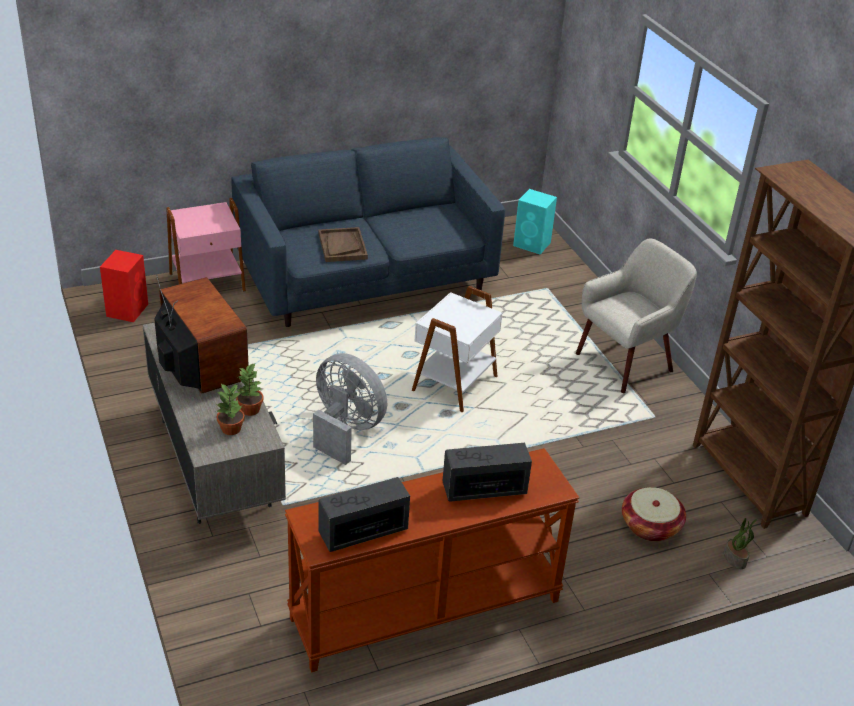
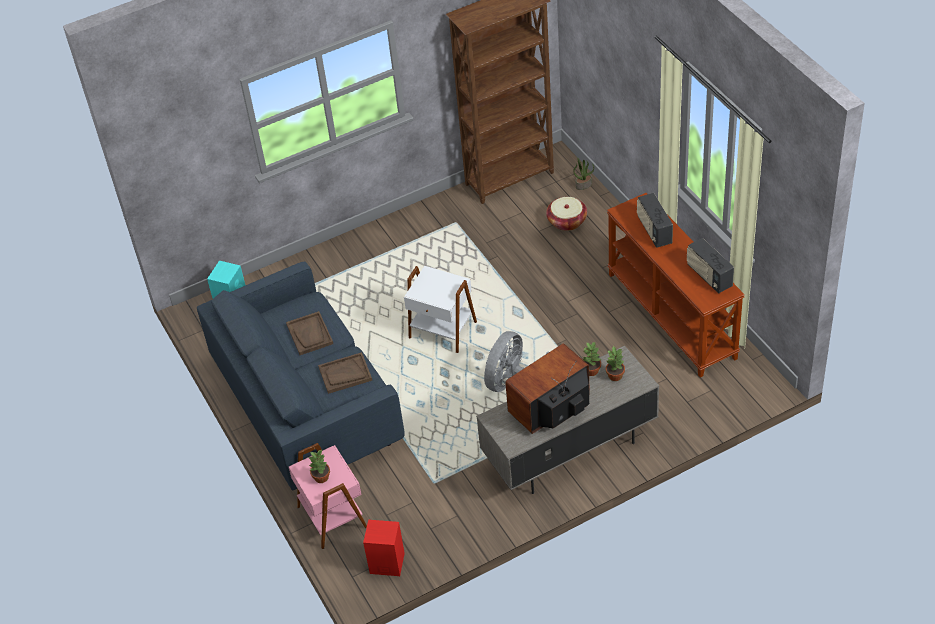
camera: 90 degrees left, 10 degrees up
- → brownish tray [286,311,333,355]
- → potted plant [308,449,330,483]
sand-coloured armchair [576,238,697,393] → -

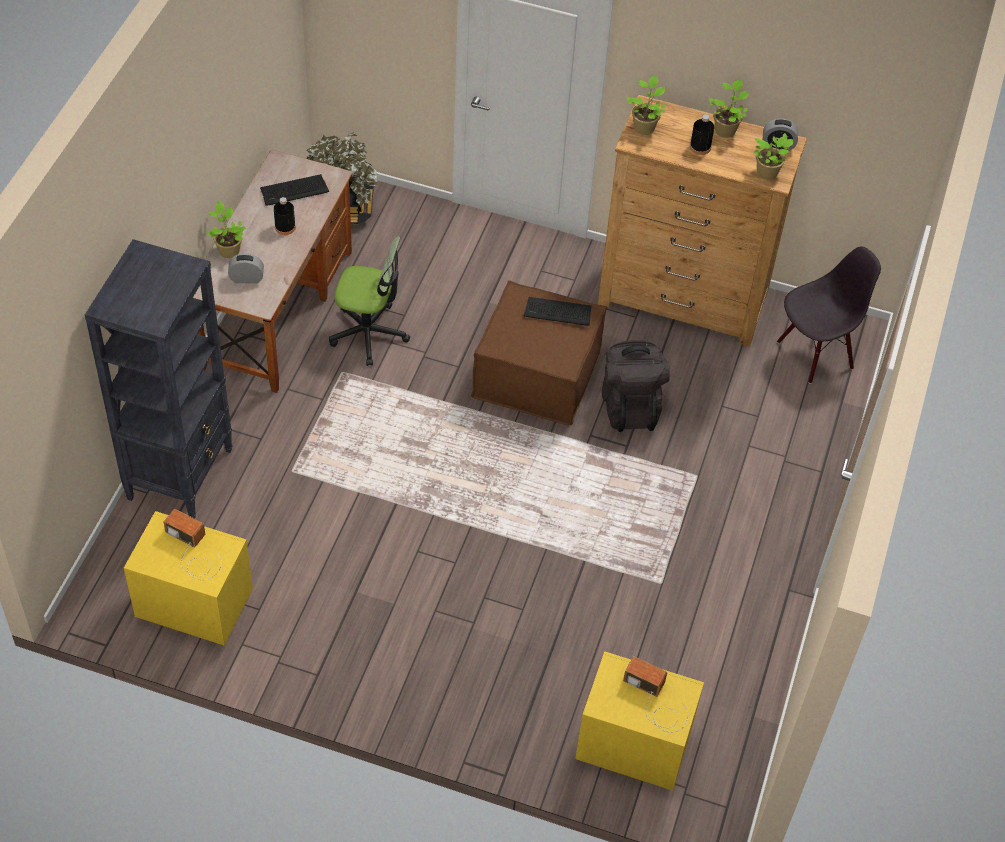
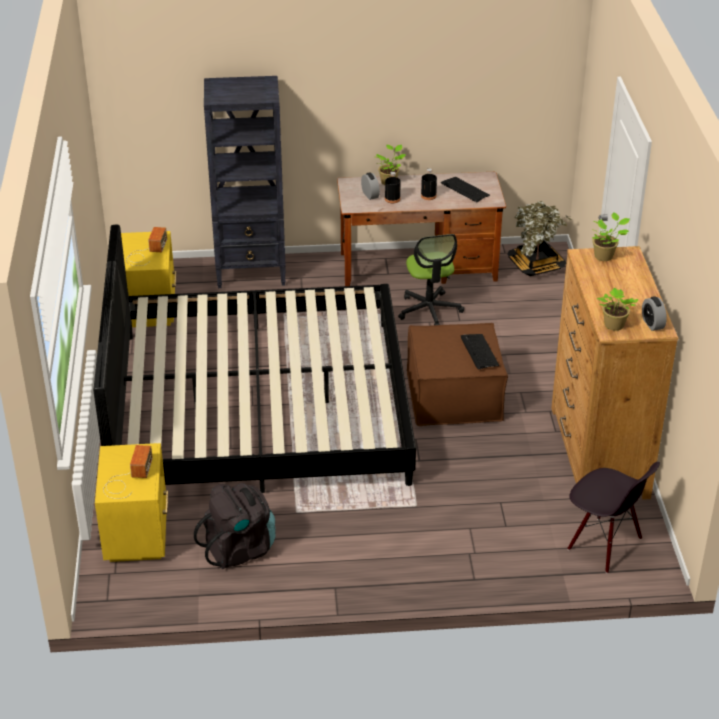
camera: 70 degrees right, 15 degrees down
- → bed [93,225,416,493]
black-coloured rucksack [602,340,670,432] → black-coloured rucksack [194,483,276,569], relocated
black-coloured beverage bottle [690,115,714,155] → black-coloured beverage bottle [385,172,401,203], relocated
potted plant [709,79,749,138] → -

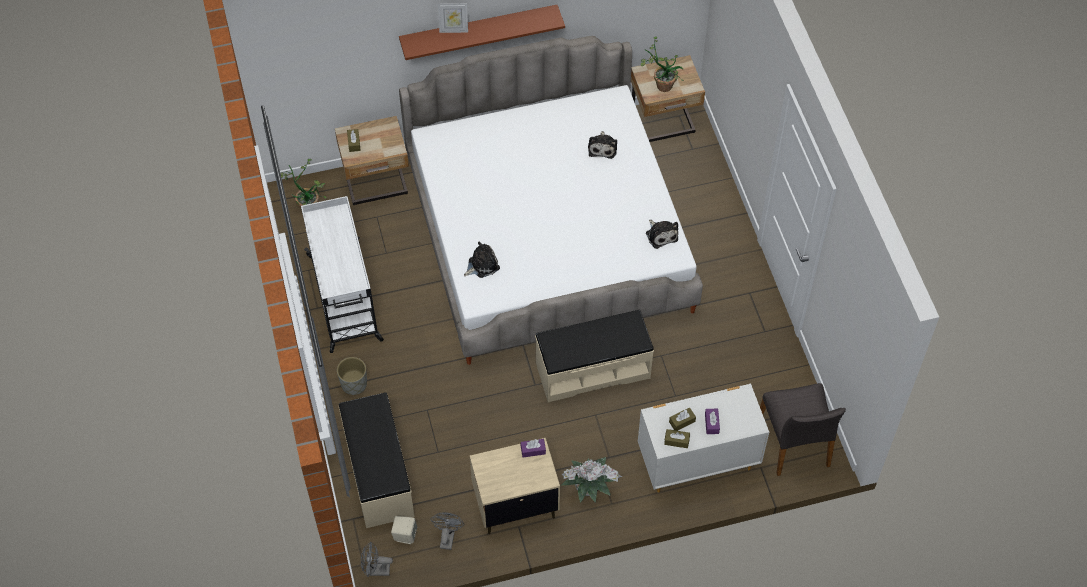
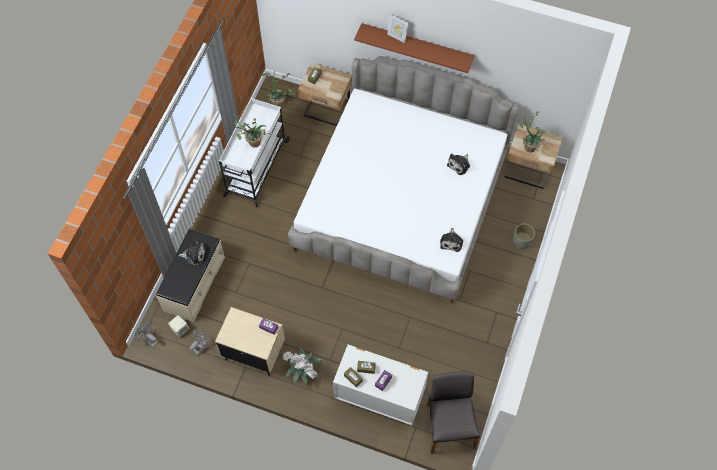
camera: 35 degrees right, 5 degrees up
cuddly toy [464,242,500,278] → cuddly toy [178,239,206,265], relocated
- → potted plant [233,114,270,148]
grey chair [760,383,846,476] → grey chair [426,371,480,454], 150 degrees clockwise
grey plant pot [337,357,367,395] → grey plant pot [513,224,535,250], relocated
sand-coloured indoor bench [535,310,654,402] → -

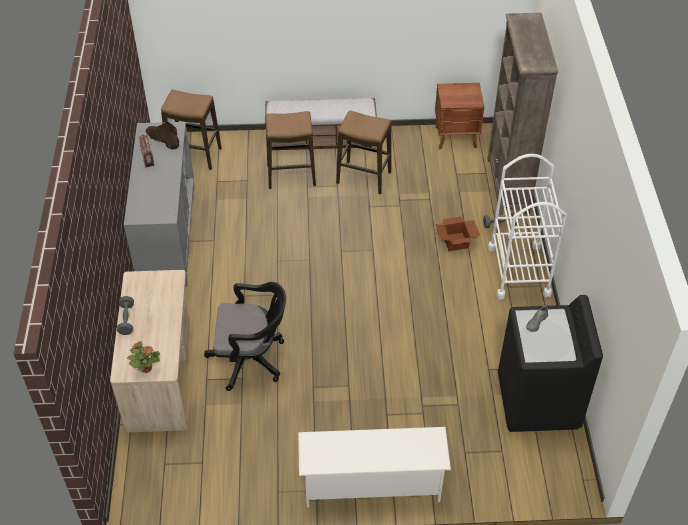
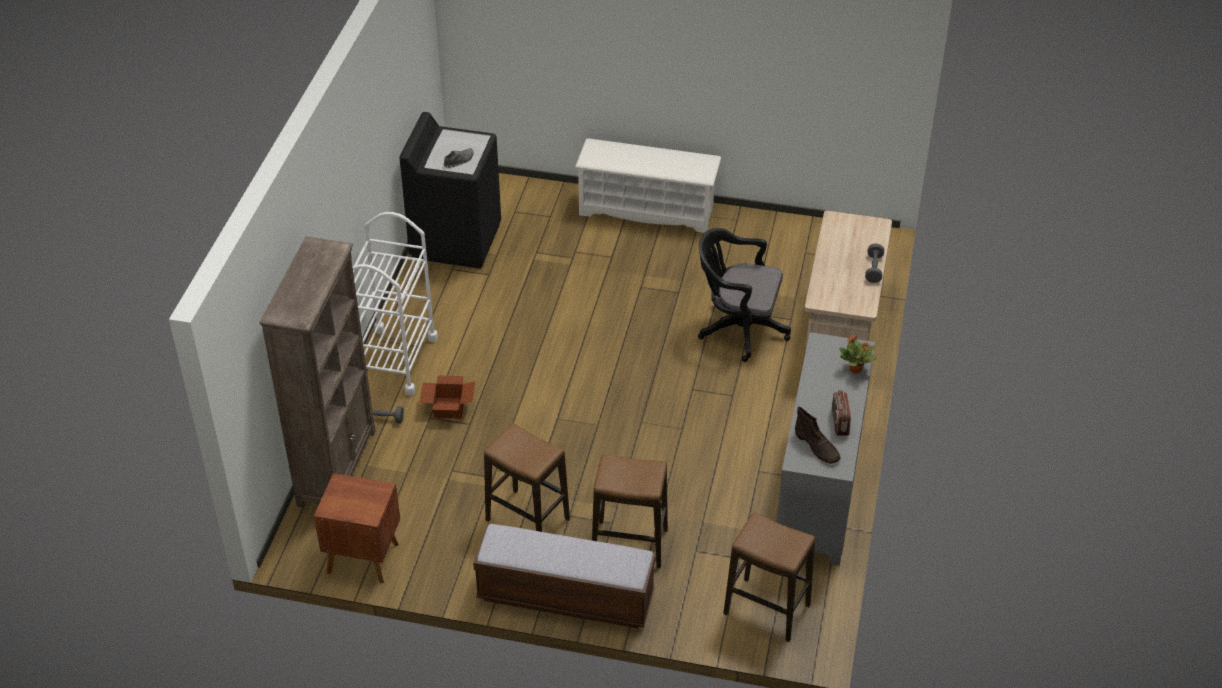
camera: 165 degrees left, 5 degrees down
potted plant [127,341,160,373] → potted plant [839,336,877,374], relocated

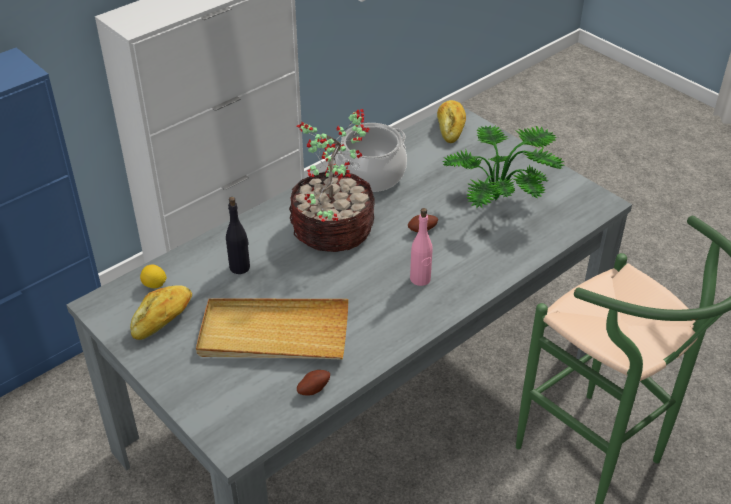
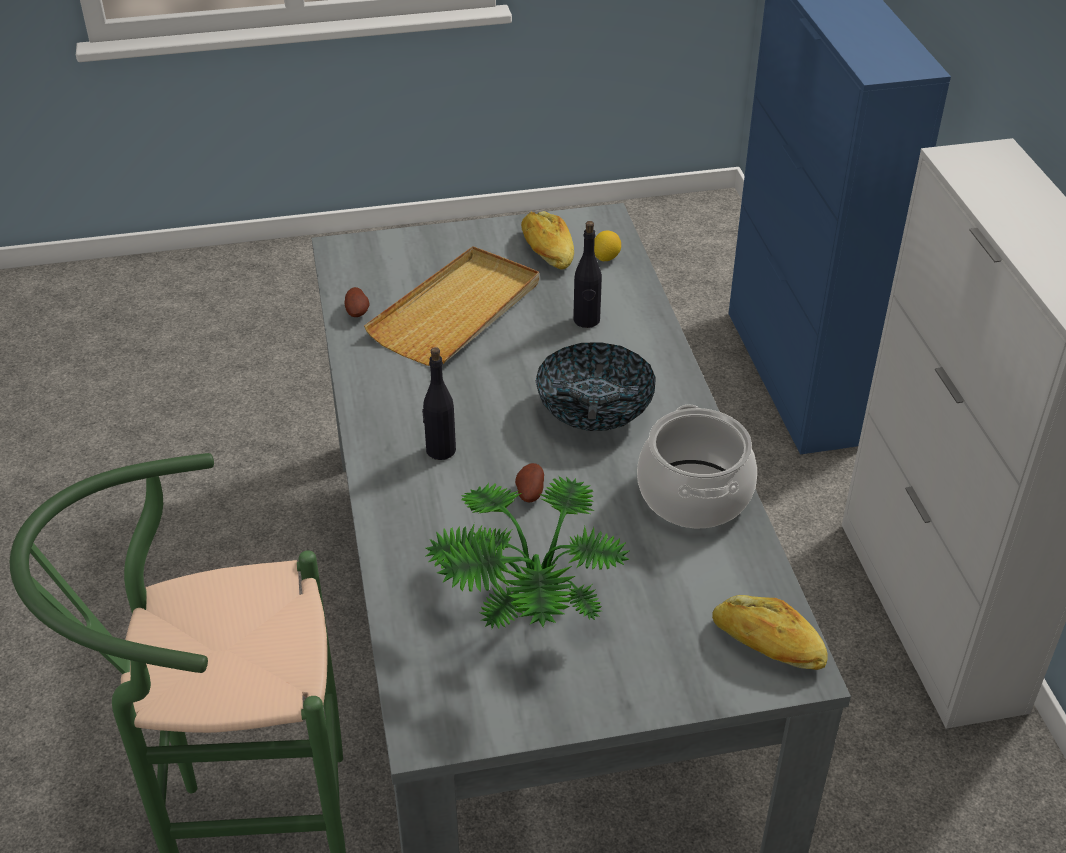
camera: 120 degrees right, 0 degrees up
pink beverage bottle [410,208,433,286] → black-coloured beverage bottle [422,347,456,460]
potted plant [289,109,374,252] → bowl [536,342,656,431]

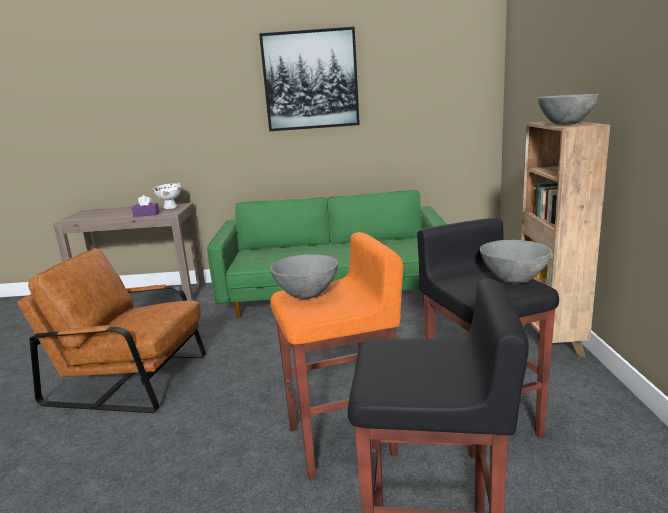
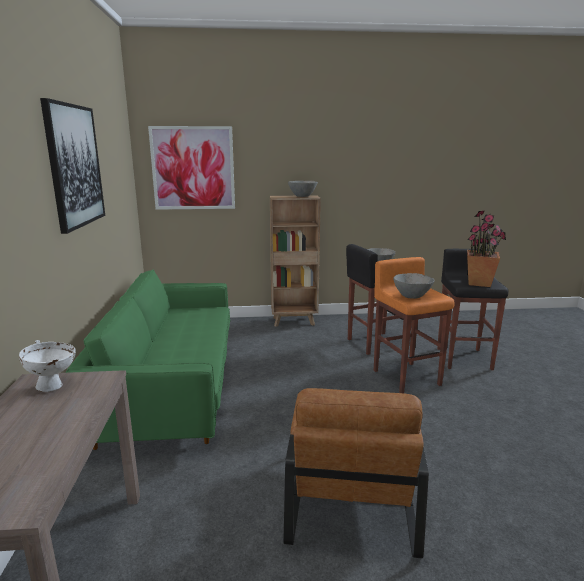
camera: 95 degrees left, 0 degrees up
- → wall picture [148,126,235,210]
- → potted plant [467,210,506,287]
purple tissue holder [132,195,159,217] → -

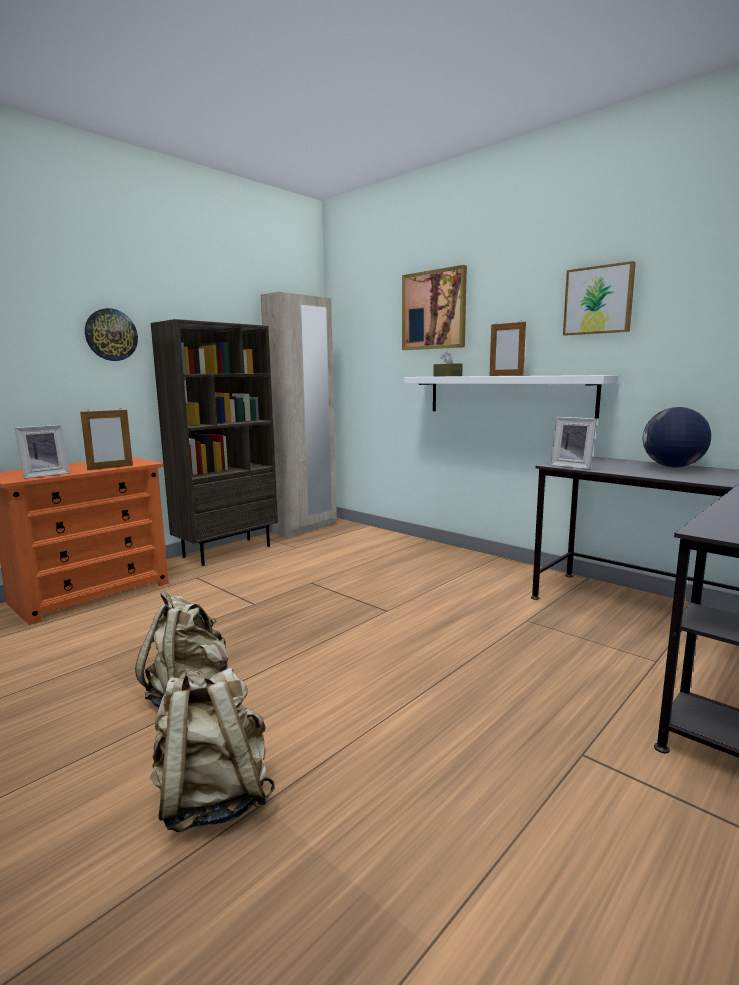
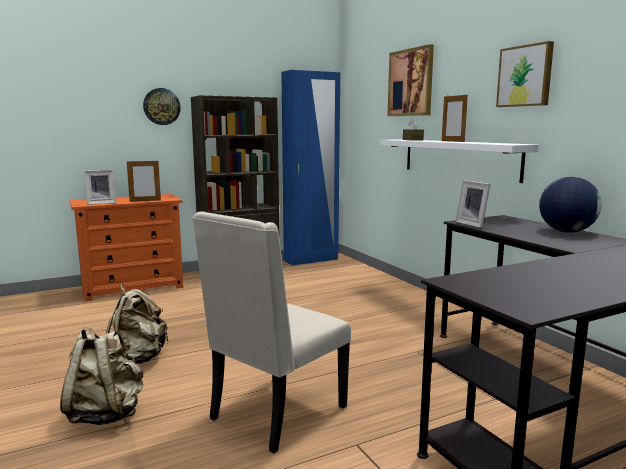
camera: 20 degrees right, 0 degrees up
- → sand-coloured chair [193,211,351,453]
sand-coloured wardrobe [261,292,337,537] → blue-coloured wardrobe [281,70,340,266]

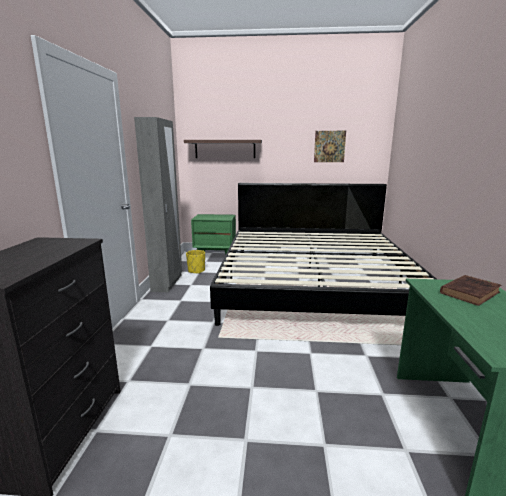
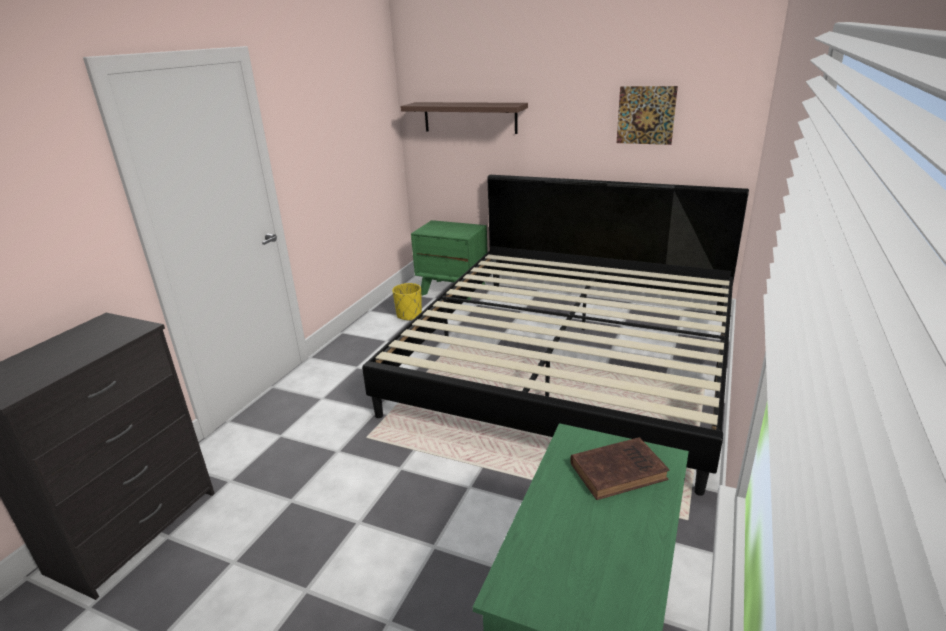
camera: 20 degrees right, 10 degrees up
grey wardrobe [134,117,182,292] → -

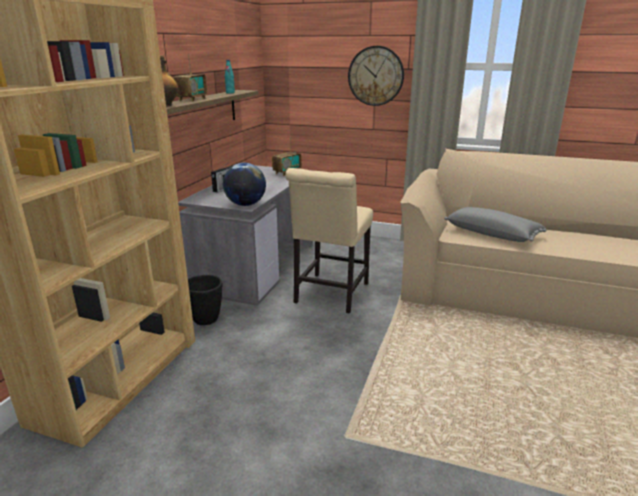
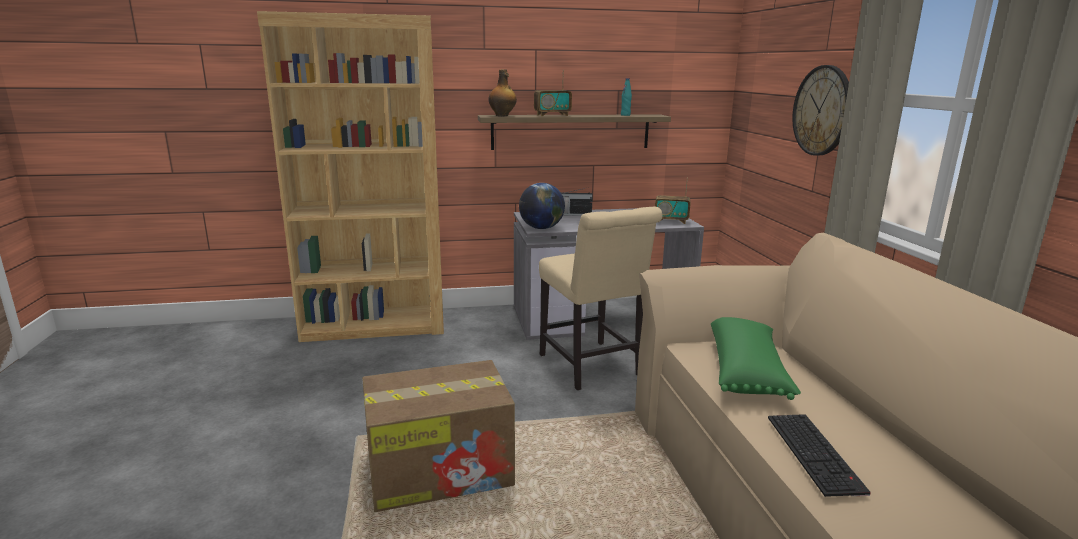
camera: 60 degrees right, 5 degrees down
- → packing box [362,360,515,512]
sand-coloured chair [285,168,373,314] → sand-coloured chair [539,207,662,390], 105 degrees counterclockwise
grey pillow [444,207,547,242] → greenish pillow [711,317,801,400]
- → computer keyboard [768,414,871,497]
black-coloured plant pot [188,275,222,325] → -

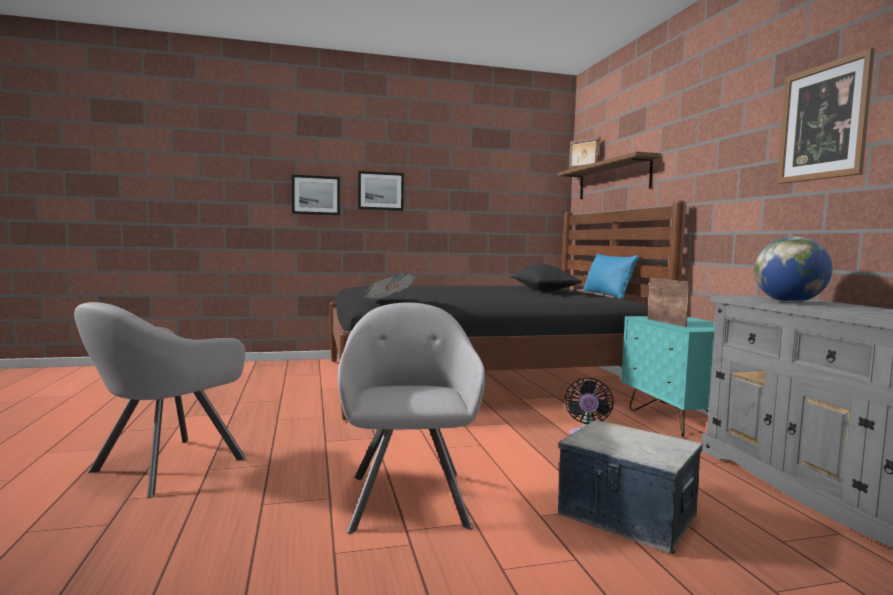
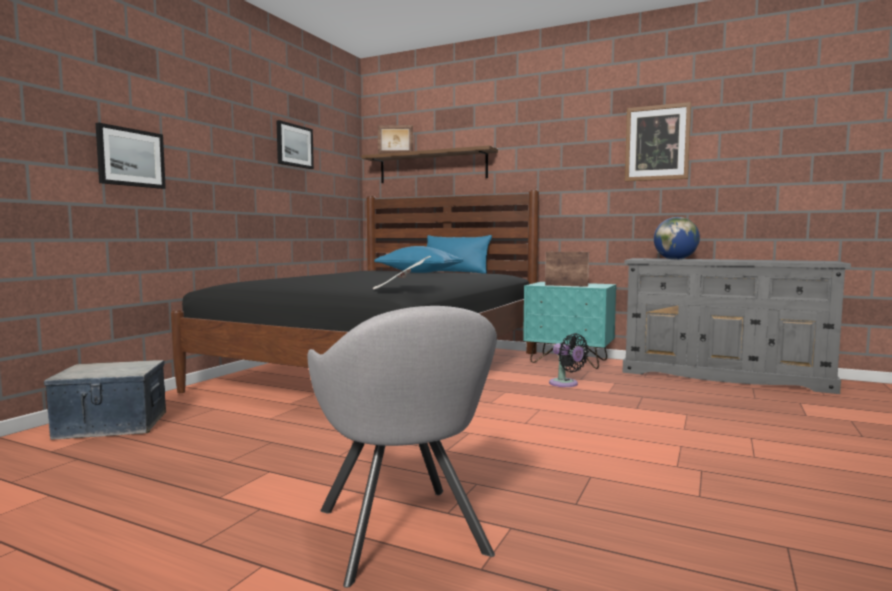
camera: 50 degrees left, 0 degrees up
storage box [558,420,703,554] → storage box [44,360,166,440], relocated
wall picture [358,171,404,211] → wall picture [277,120,314,169], relocated
black-coloured pillow [511,264,582,292] → blue-coloured pillow [374,246,464,273]
grey armchair [338,303,485,534] → -

